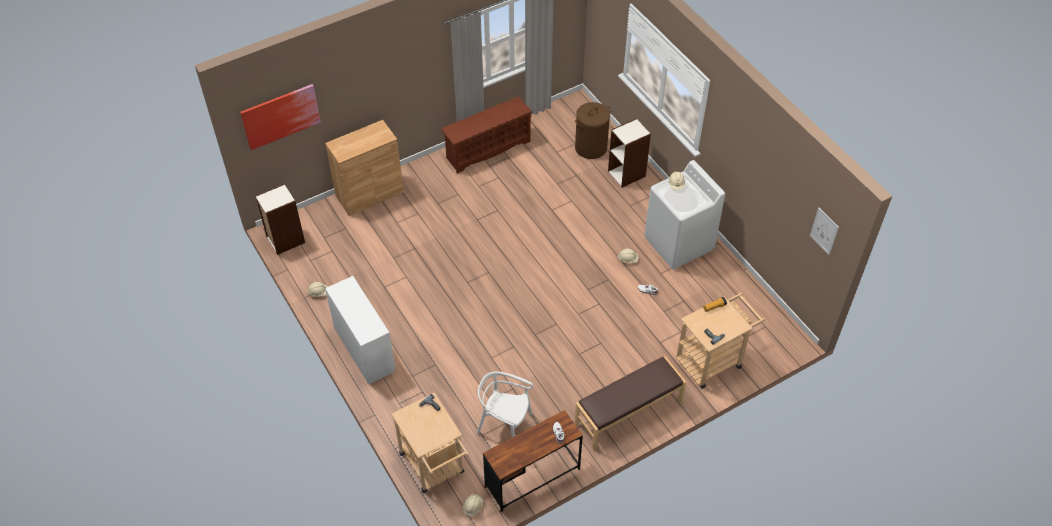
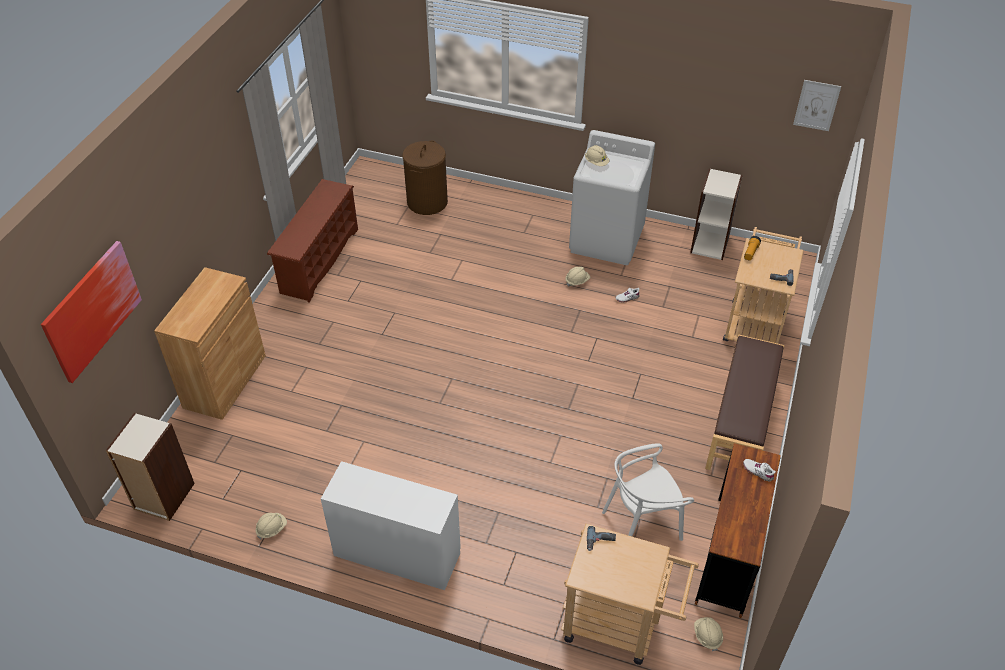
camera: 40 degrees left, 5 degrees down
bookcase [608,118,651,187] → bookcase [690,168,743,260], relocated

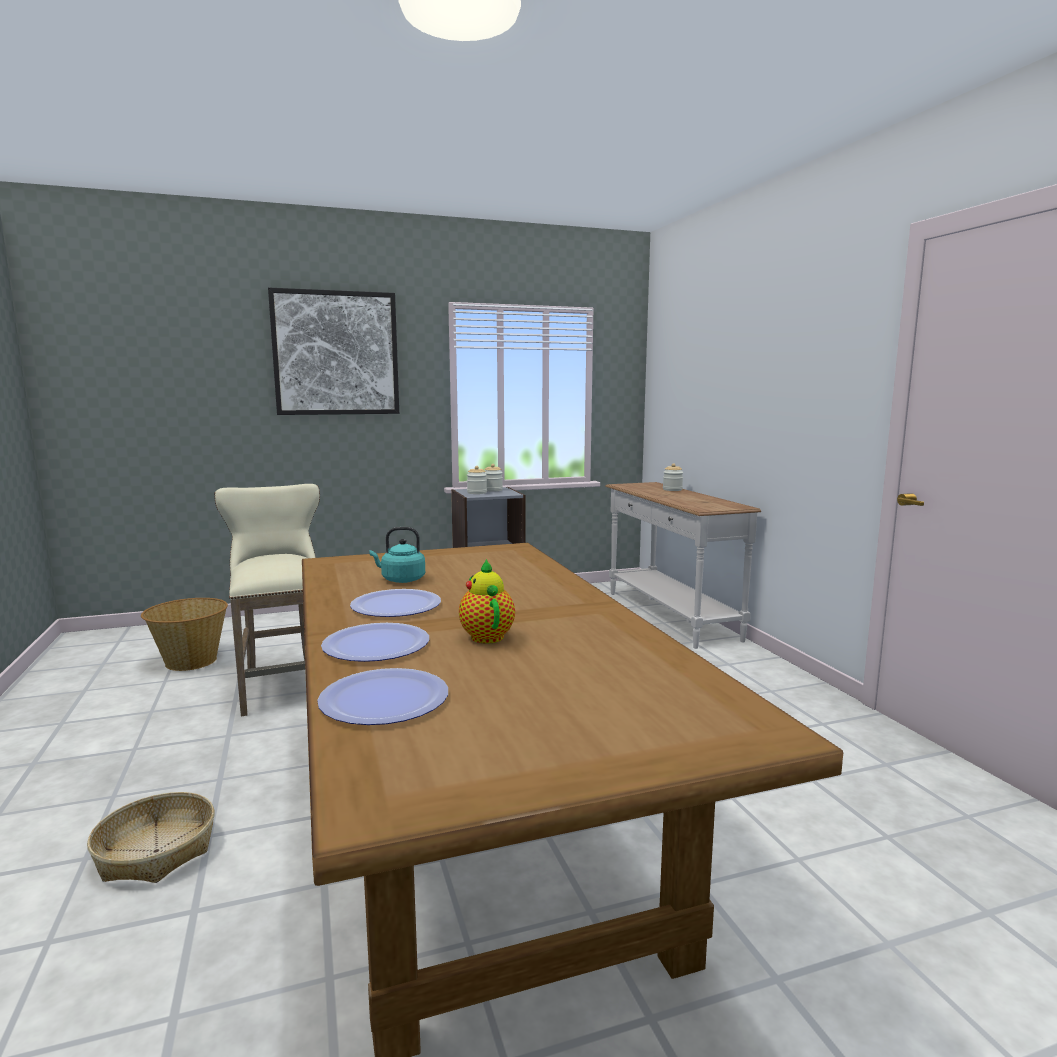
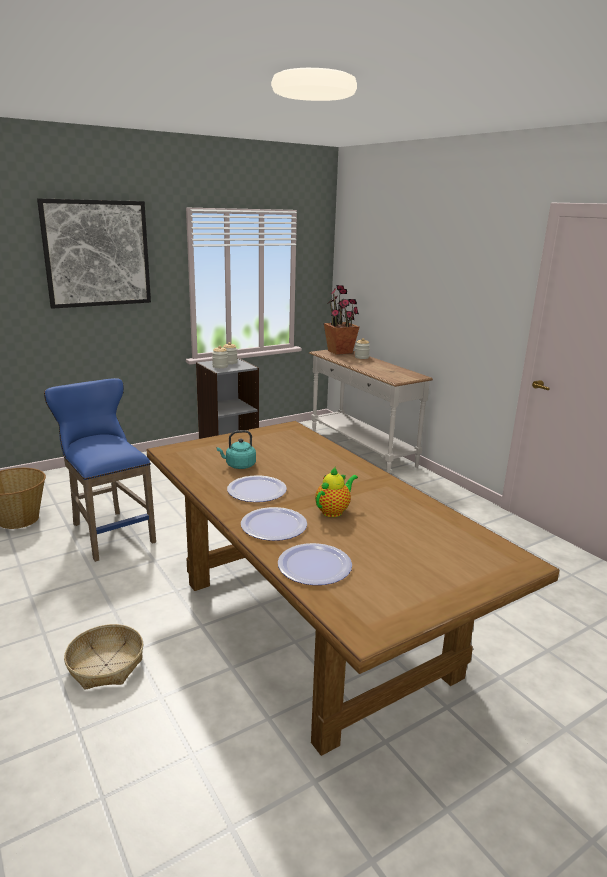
camera: 15 degrees left, 10 degrees up
sand-coloured stool seat [214,484,320,716] → blue-coloured stool seat [44,378,156,562]
pot for tea [459,559,515,644] → pot for tea [315,467,358,517], 75 degrees clockwise
- → potted plant [324,285,359,355]

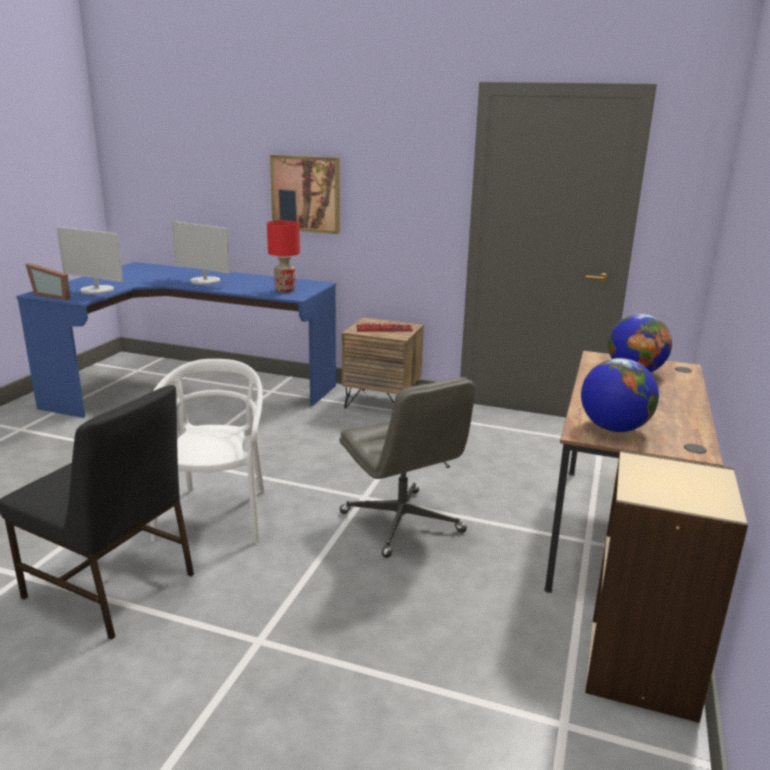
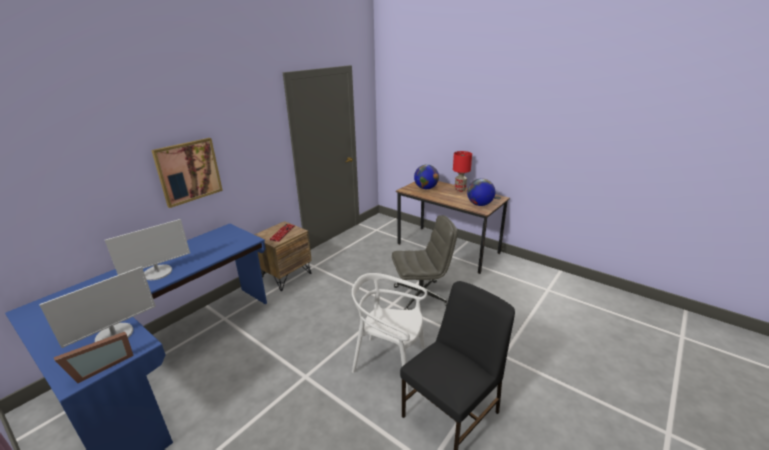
camera: 70 degrees left, 5 degrees up
red-coloured lamp for a table [267,220,300,292] → red-coloured lamp for a table [453,151,472,192], relocated
sand-coloured bookcase [585,450,748,723] → -

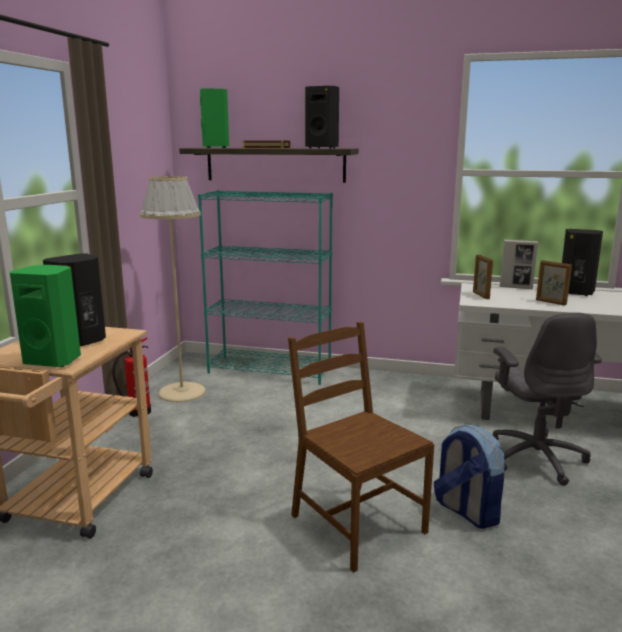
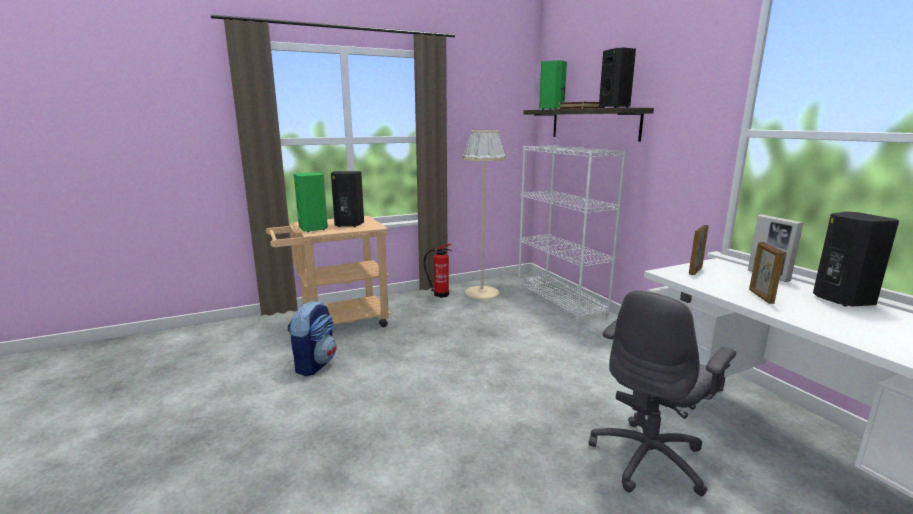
camera: 50 degrees right, 0 degrees up
rucksack [434,425,504,529] → rucksack [288,301,336,376], relocated
blue-green bookcase [198,190,333,385] → whitish bookcase [518,145,626,322]
brownish chair [288,322,434,573] → -

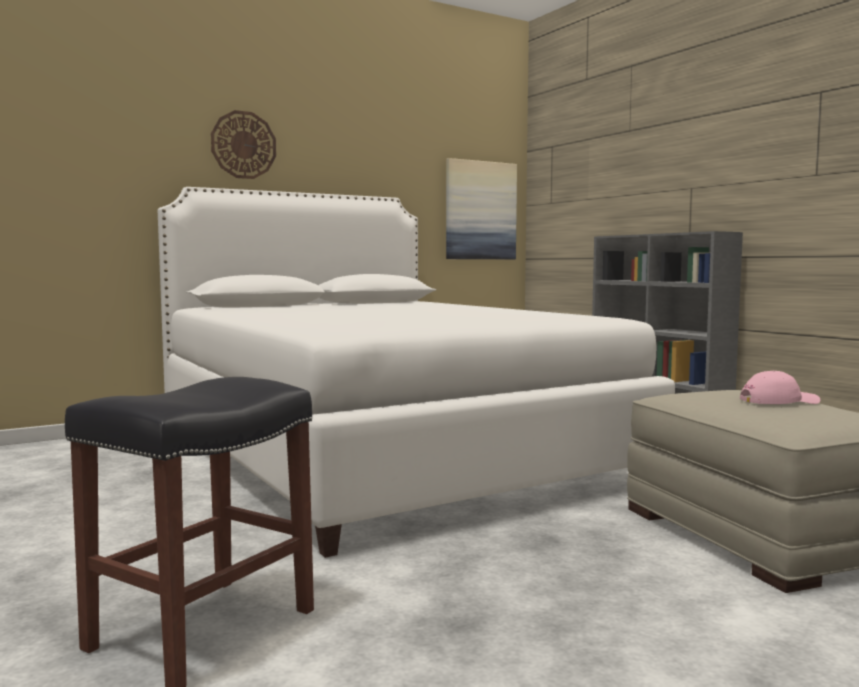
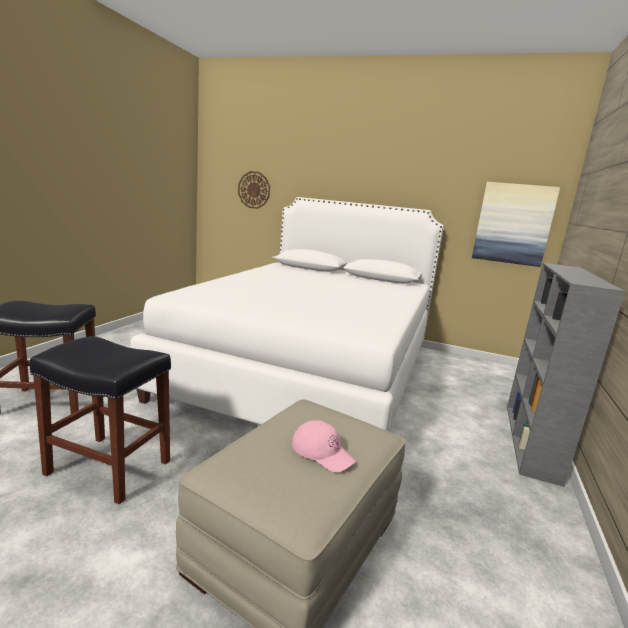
camera: 50 degrees right, 10 degrees up
- → black-coloured stool seat [30,336,171,504]
wall clock [211,110,276,179] → wall clock [238,171,270,209], relocated

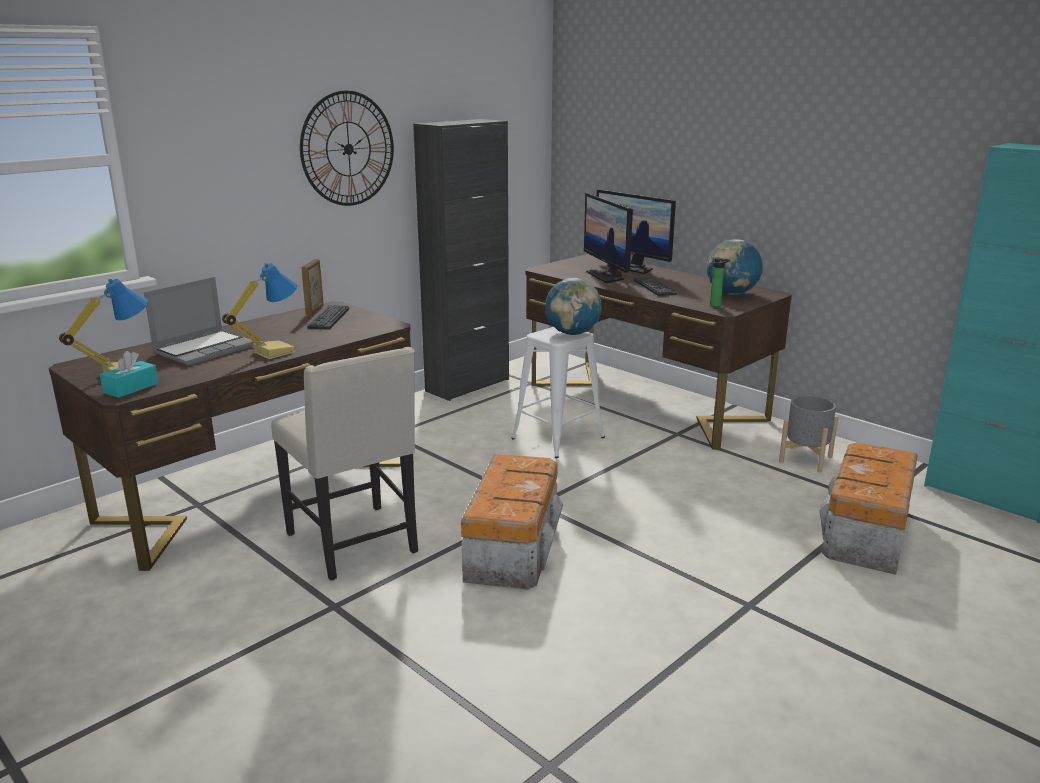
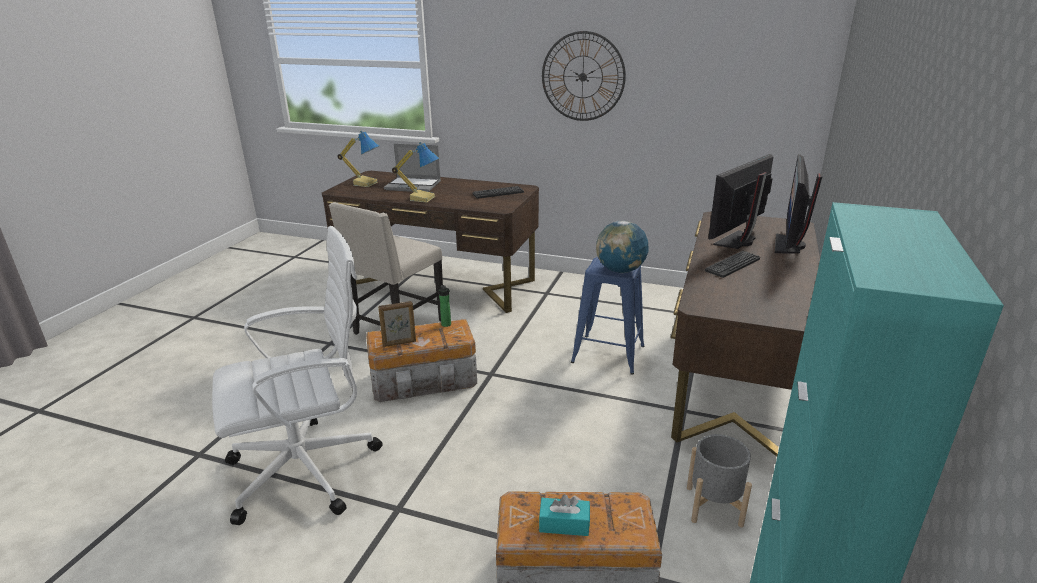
camera: 65 degrees right, 5 degrees up
- → whitish desk chair [212,226,383,525]
picture frame [301,259,324,315] → picture frame [378,301,416,347], relocated
beverage bottle [710,258,730,307] → beverage bottle [439,285,451,327], relocated
blue-green tissue holder [100,351,159,398] → blue-green tissue holder [539,494,590,536], relocated
whitish stool seat [511,327,605,458] → blue-coloured stool seat [571,257,645,375]
black-coloured cabinet [413,119,509,401] → -
desk globe [707,239,763,294] → -

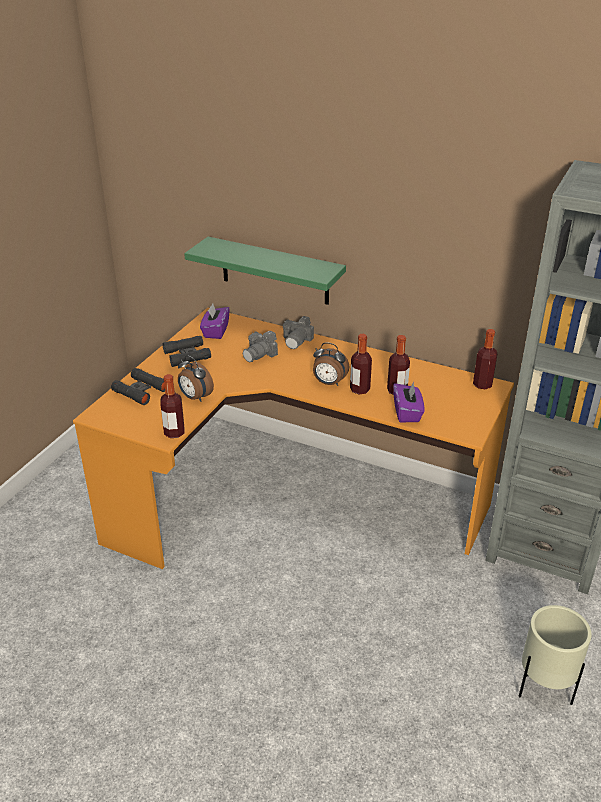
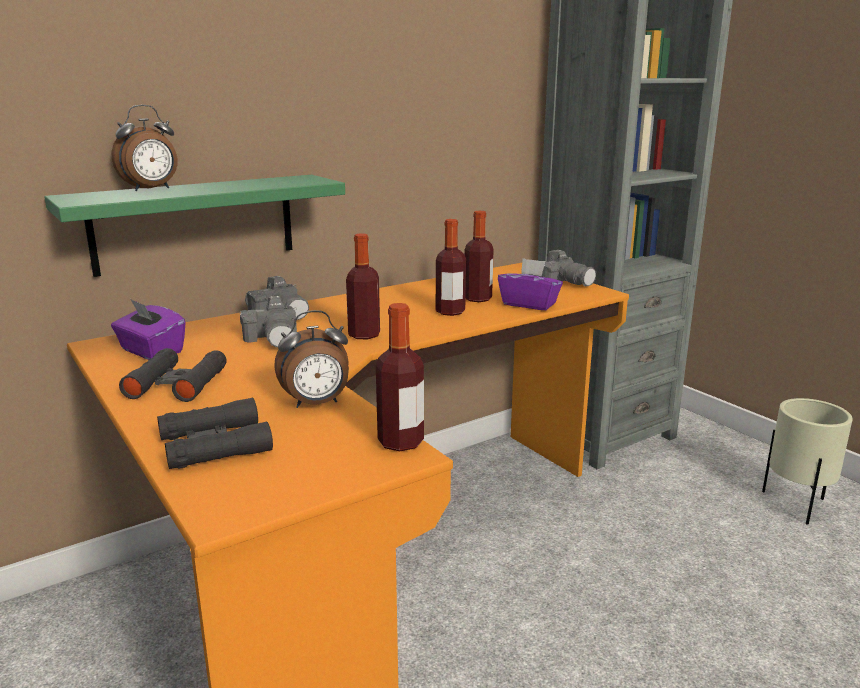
camera: 60 degrees left, 15 degrees down
bedside clock [313,342,349,386] → bedside clock [112,105,178,191], relocated
beverage bottle [473,329,497,389] → beverage bottle [346,233,380,339], relocated
- → photo camera [542,250,596,286]

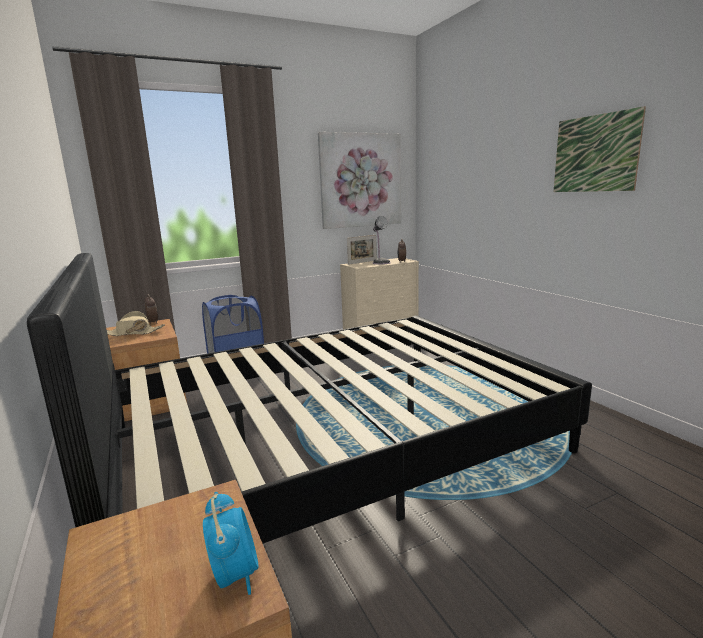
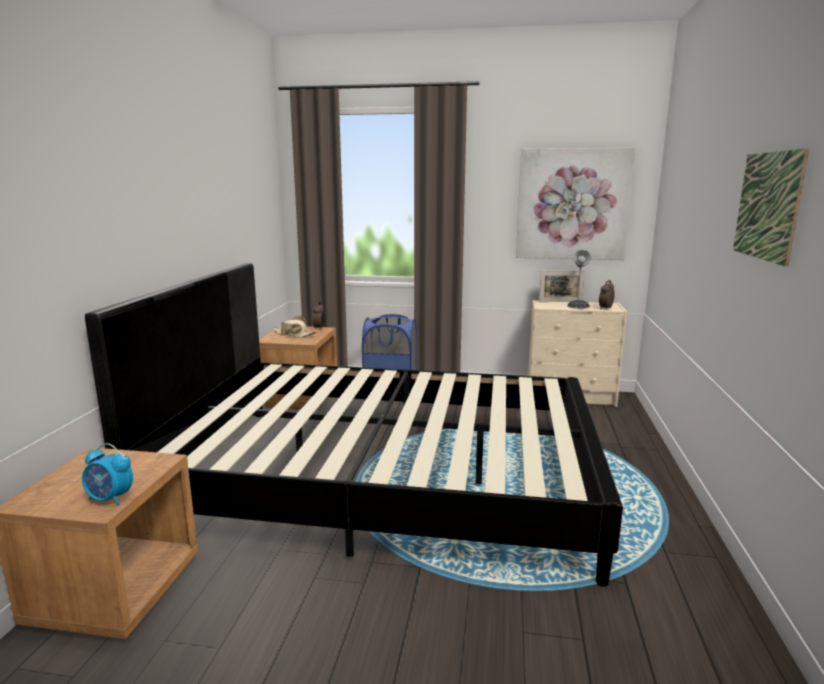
camera: 35 degrees right, 0 degrees up
bedside clock [203,492,259,595] → bedside clock [82,443,133,506], 90 degrees clockwise

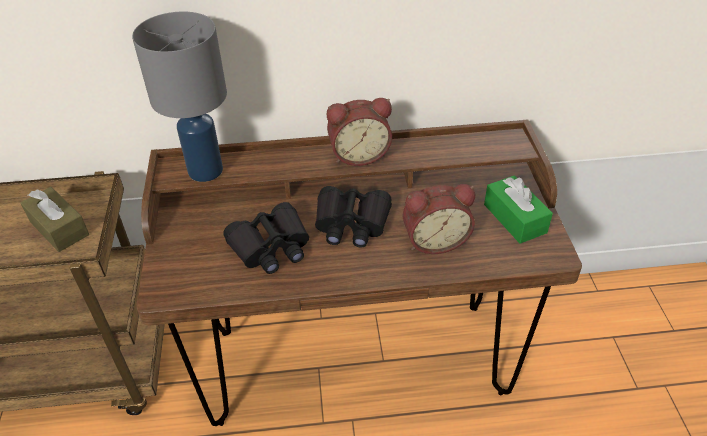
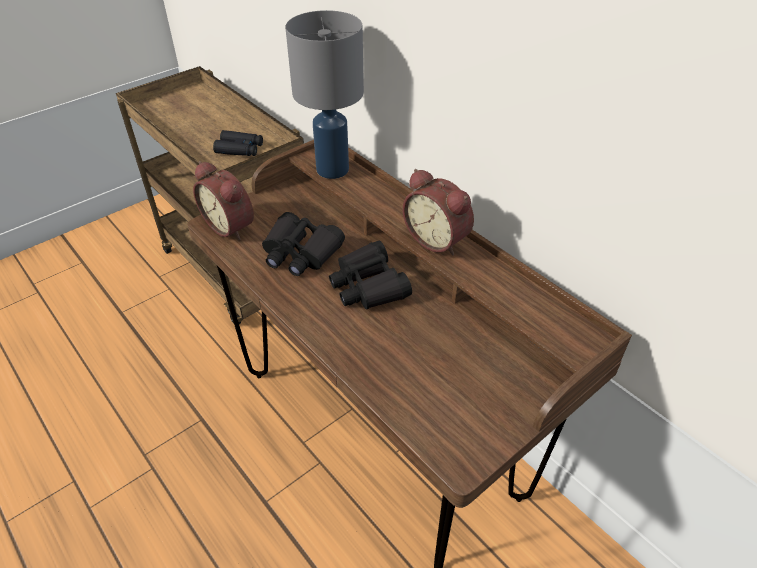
camera: 55 degrees right, 0 degrees up
bedside clock [403,184,475,254] → bedside clock [193,161,254,240], relocated
brownish tissue holder [21,187,89,252] → black-coloured pair of binoculars [213,130,263,156]
greenish tissue holder [484,175,553,244] → -

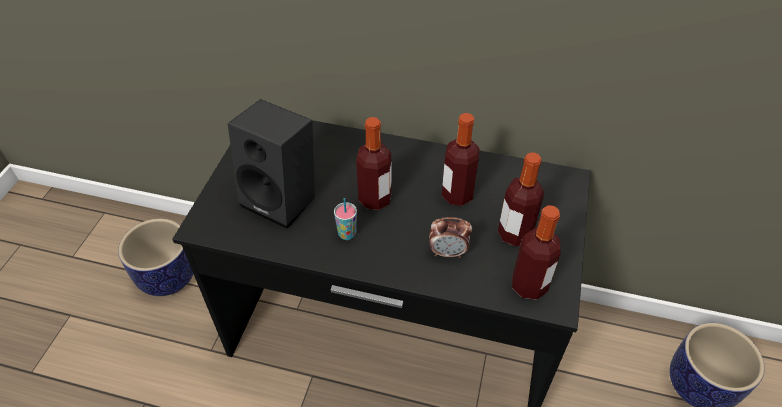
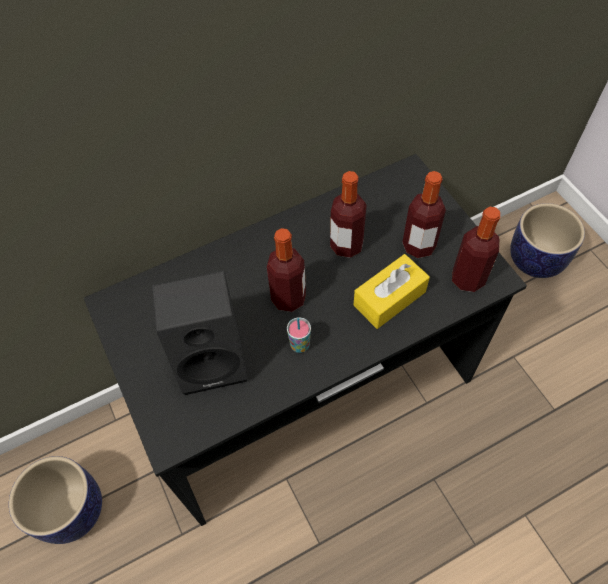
camera: 40 degrees left, 10 degrees up
bedside clock [429,217,472,258] → yellow tissue holder [353,254,430,329]

